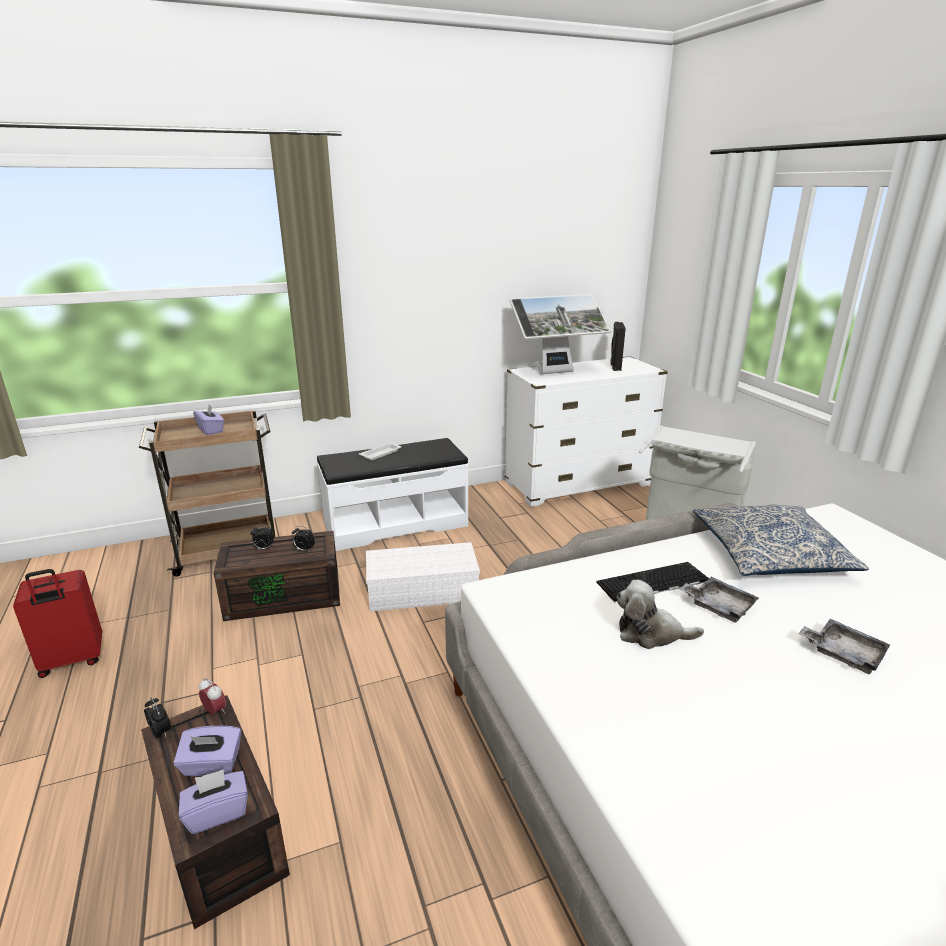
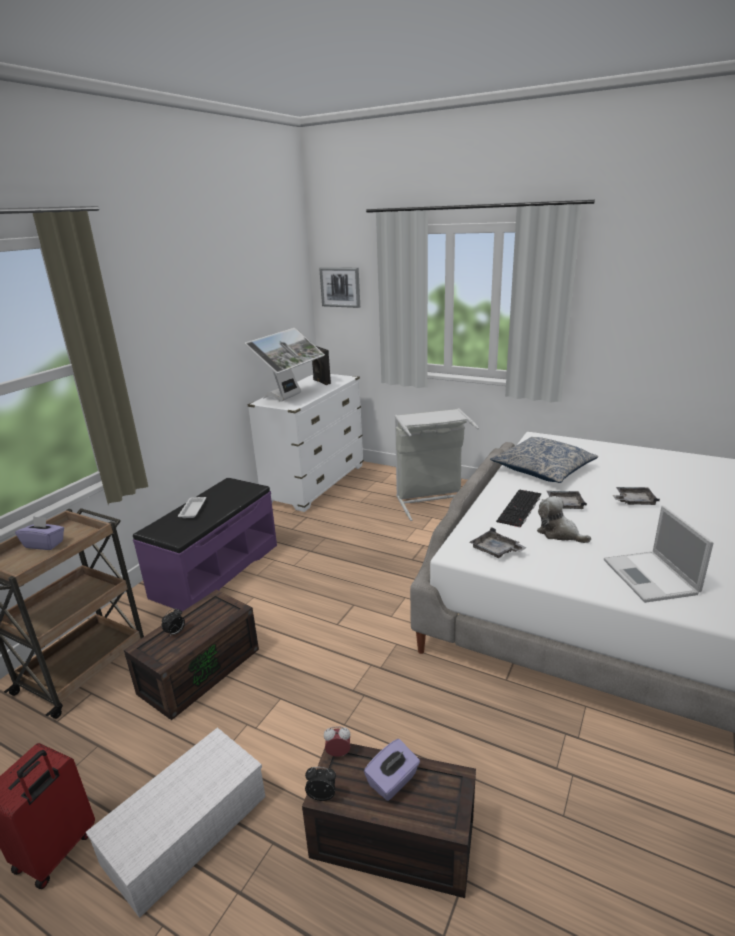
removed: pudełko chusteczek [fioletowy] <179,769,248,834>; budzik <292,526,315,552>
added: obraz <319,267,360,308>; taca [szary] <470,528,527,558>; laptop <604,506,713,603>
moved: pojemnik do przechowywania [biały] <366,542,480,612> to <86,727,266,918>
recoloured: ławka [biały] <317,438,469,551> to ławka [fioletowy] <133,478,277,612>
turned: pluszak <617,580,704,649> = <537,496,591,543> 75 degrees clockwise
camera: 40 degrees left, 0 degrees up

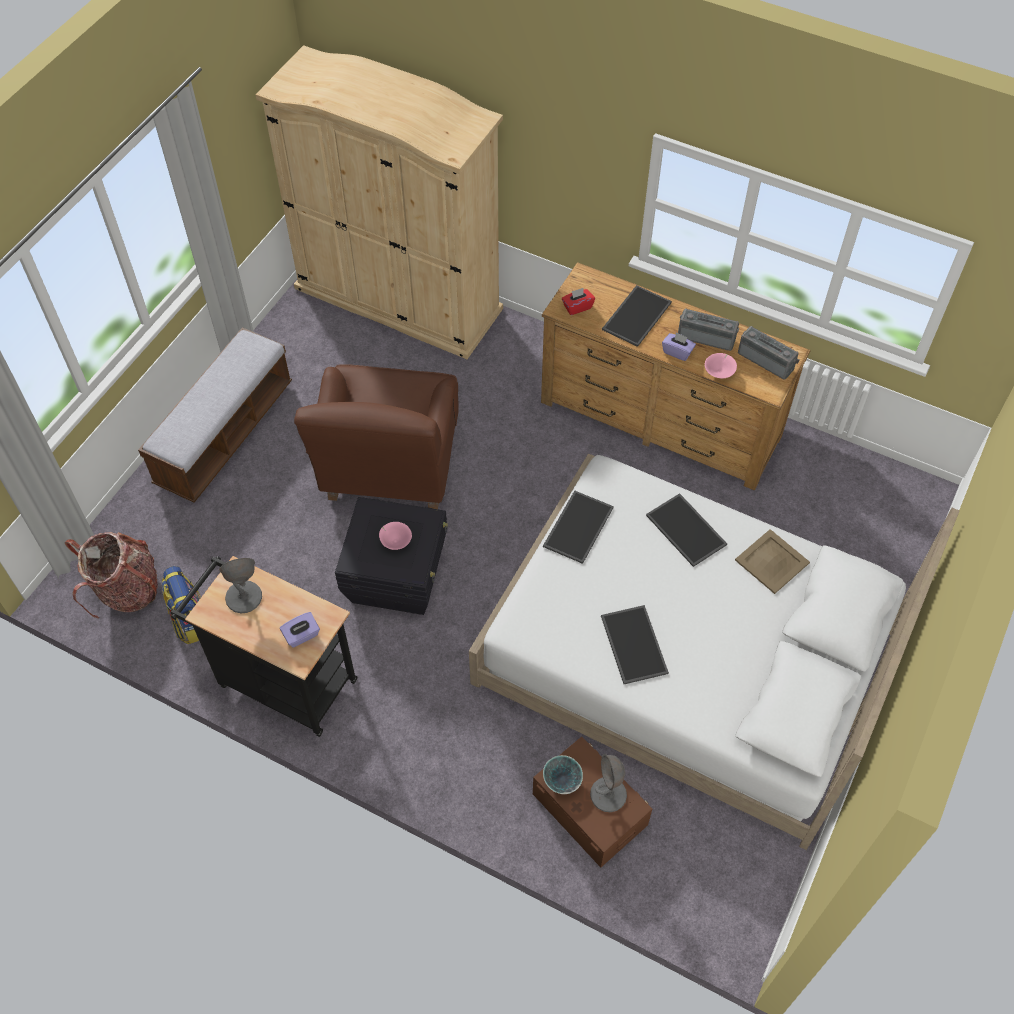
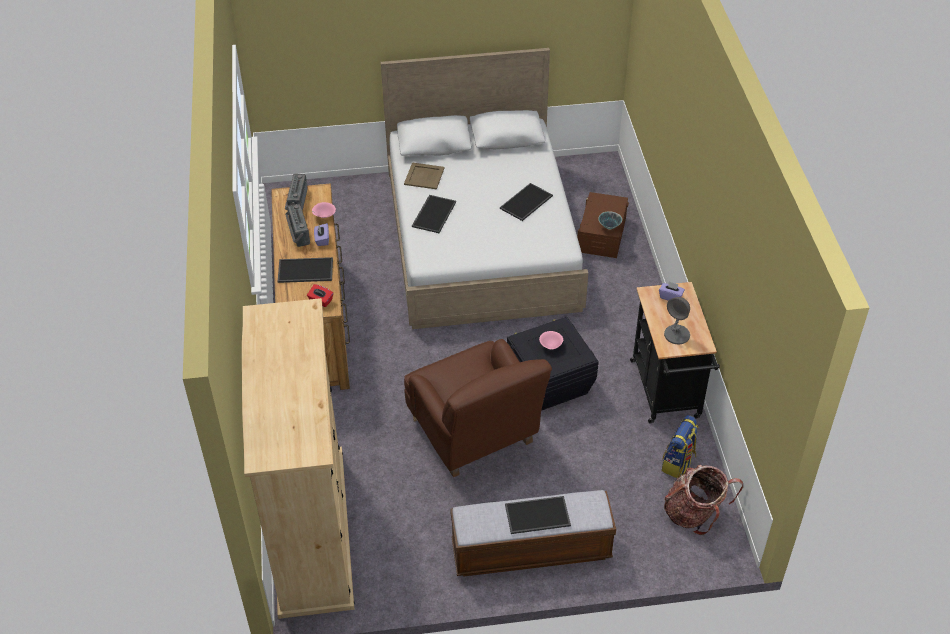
removed: lampa stołowa [szary] <590,754,627,812>
moved: taca <543,491,614,564> to <505,496,571,534>
turned: fotel [brązowy] <294,365,459,509> = <404,339,552,478> 90 degrees clockwise
camera: 125 degrees left, 10 degrees down

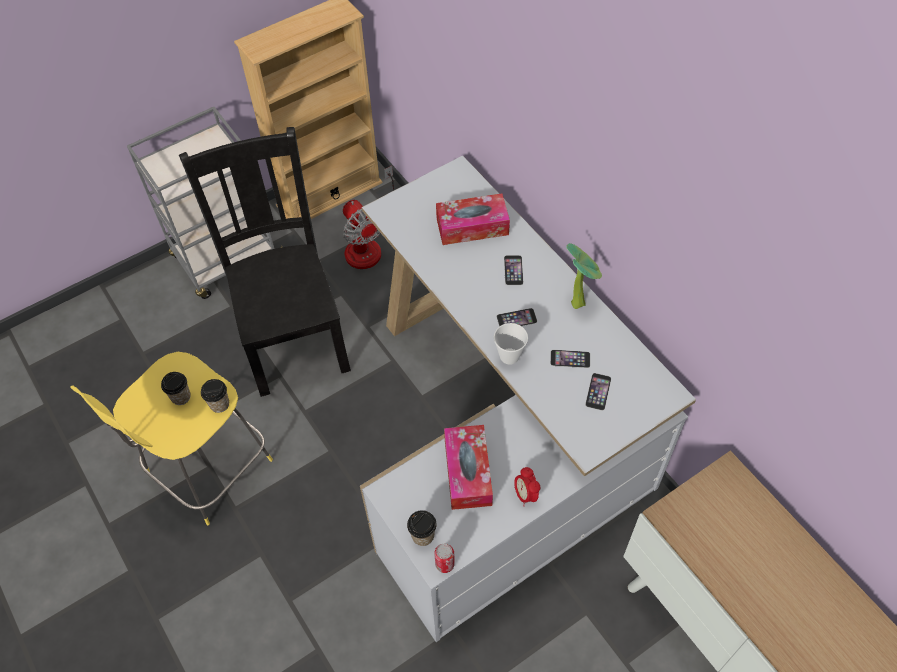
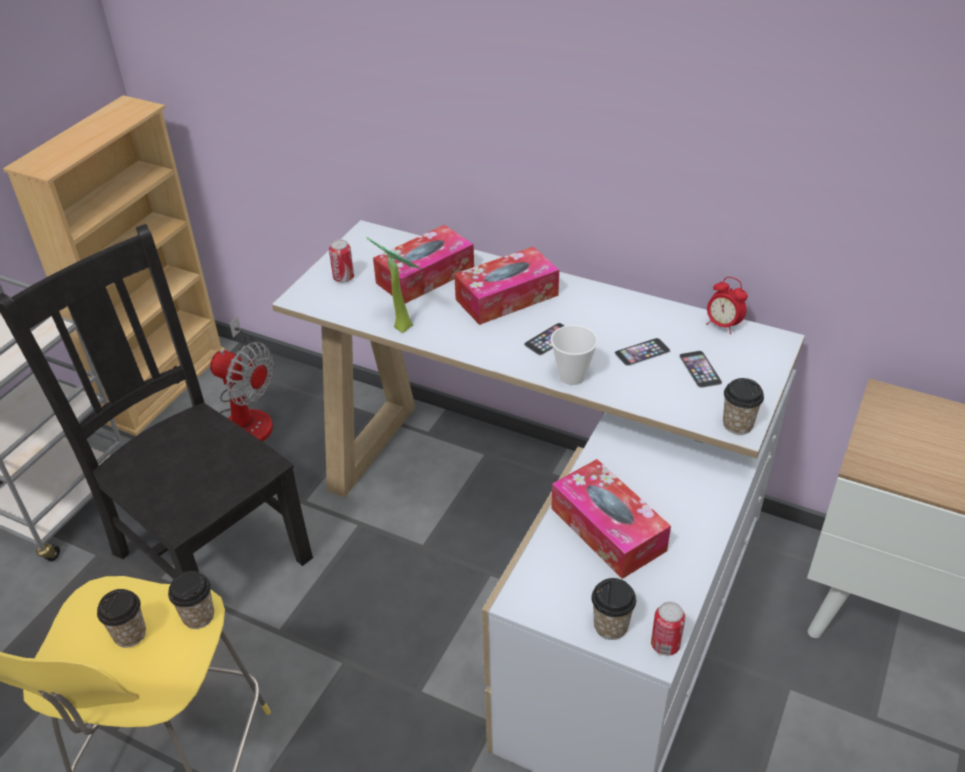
added: puszka <329,239,354,283>; filiżanka <723,378,764,435>
moved: budzik <514,467,540,506> to <707,277,748,334>; roślina doniczkowa <566,243,602,309> to <366,237,422,333>
replaced: telefon <504,255,523,285> to pudełko chusteczek <454,246,559,325>
camera: 30 degrees left, 15 degrees down

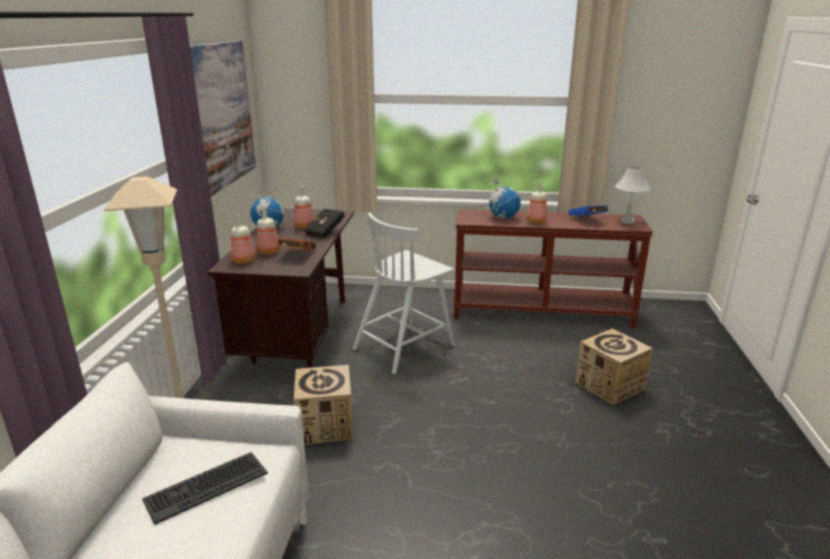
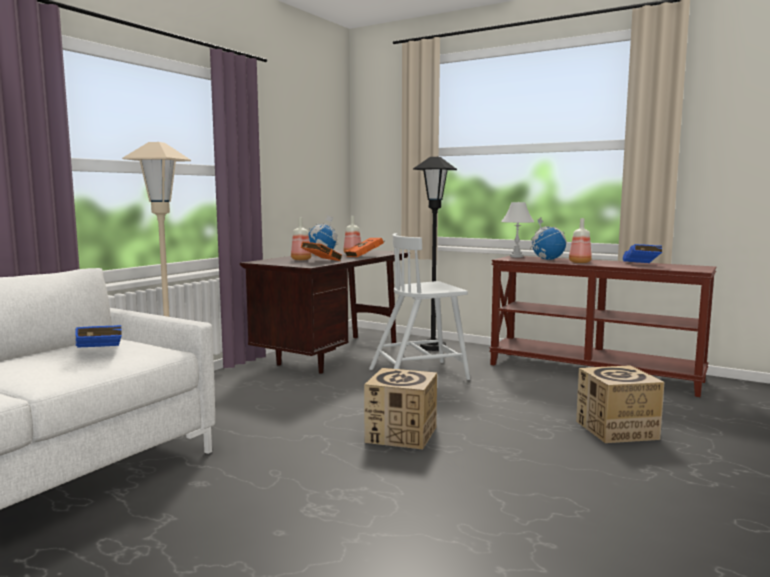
removed: obraz <190,41,256,196>; butelka <231,214,256,264>
added: lampa stojąca [czarny] <413,157,457,351>
moved: karton <294,365,353,445> to <364,368,437,449>; lampa stołowa [biały] <615,166,651,224> to <501,202,534,257>
replaced: klawiatura <142,452,268,525> to książka [niebieski] <75,325,122,348>
recoloured: książka [czarny] <304,209,345,238> to książka [pomarańczowy] <345,238,384,257>
camera: 25 degrees right, 15 degrees down

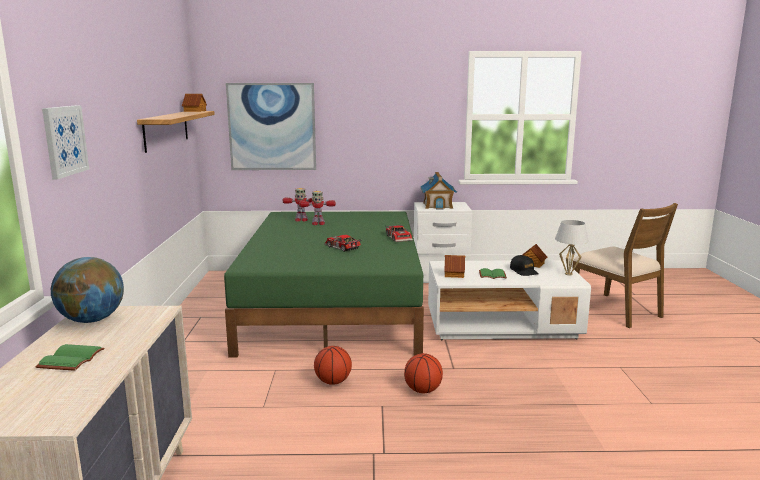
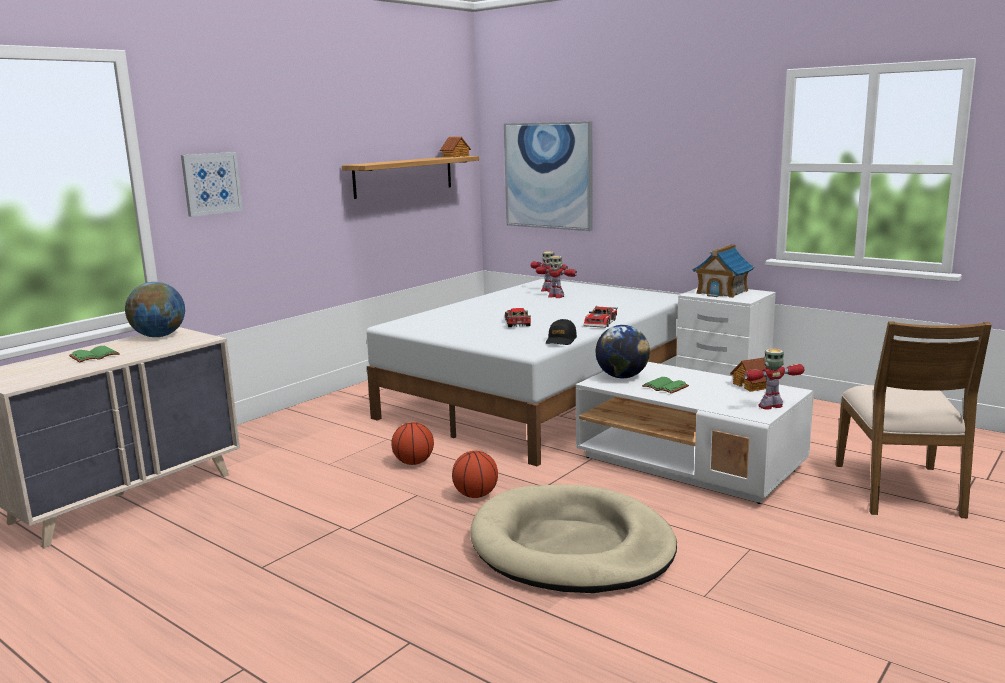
added: legowisko [beżowy] <470,484,677,593>
moved: czapka z daszkiem [czarny] <510,255,539,276> to <546,319,577,345>
replaced: domek <444,255,465,278> to globus <596,325,650,378>; lampa stołowa [biały] <555,220,589,276> to robot zabawkowy <744,349,804,409>
recoloured: łóżko [zielony] <224,211,424,358> to łóżko [biały] <366,279,679,466>
camera: 40 degrees right, 0 degrees up

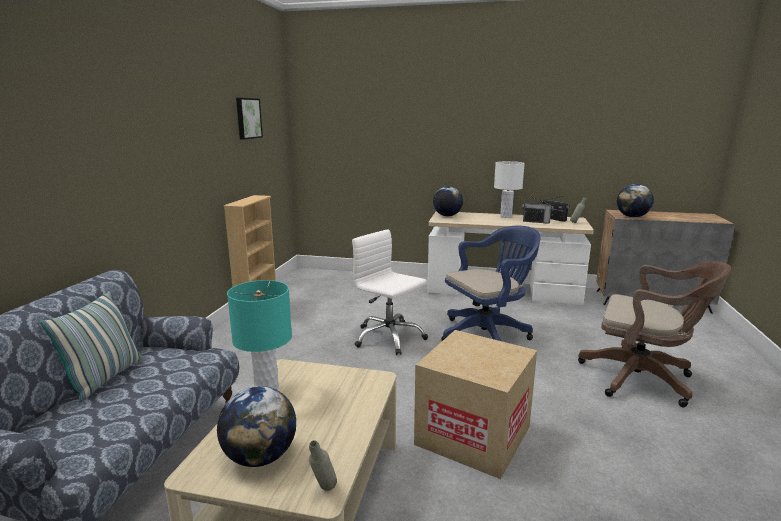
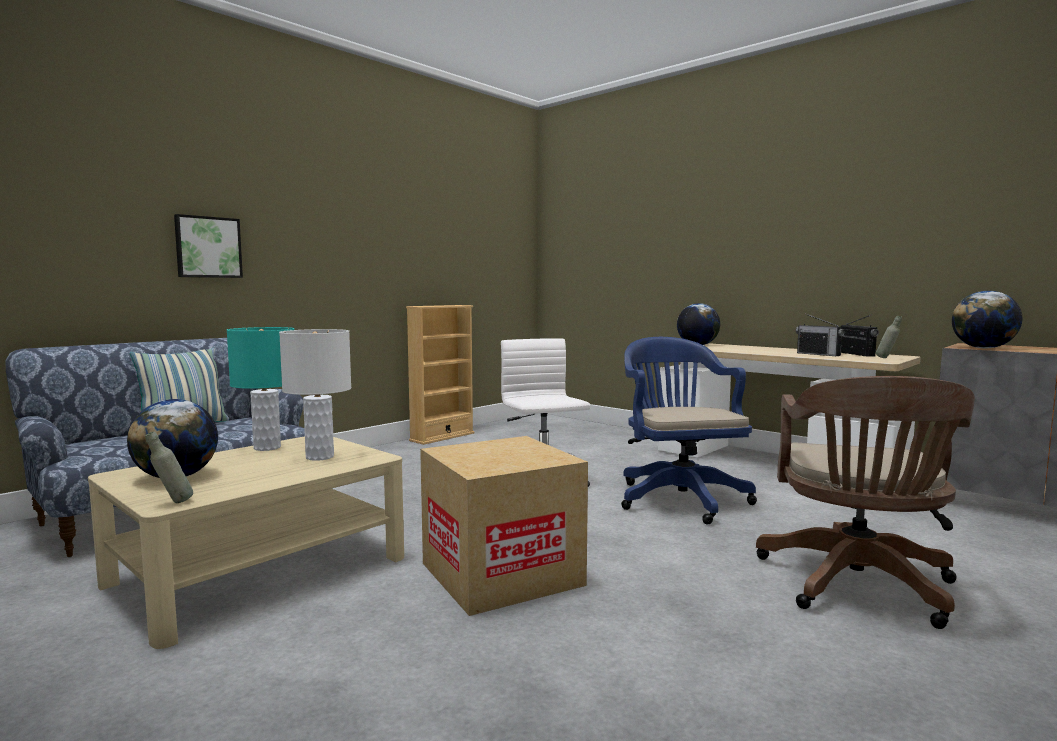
moved: obraz <236,98,263,140> to <174,214,243,278>; lampa stołowa [biały] <494,161,525,218> to <279,329,351,461>
turned: krzesło biurowe [niebieski] <441,226,541,341> = <621,337,757,524> 105 degrees counterclockwise; krzesło biurowe [brązowy] <578,261,731,407> = <756,376,975,629> 45 degrees clockwise
camera: 30 degrees right, 10 degrees down

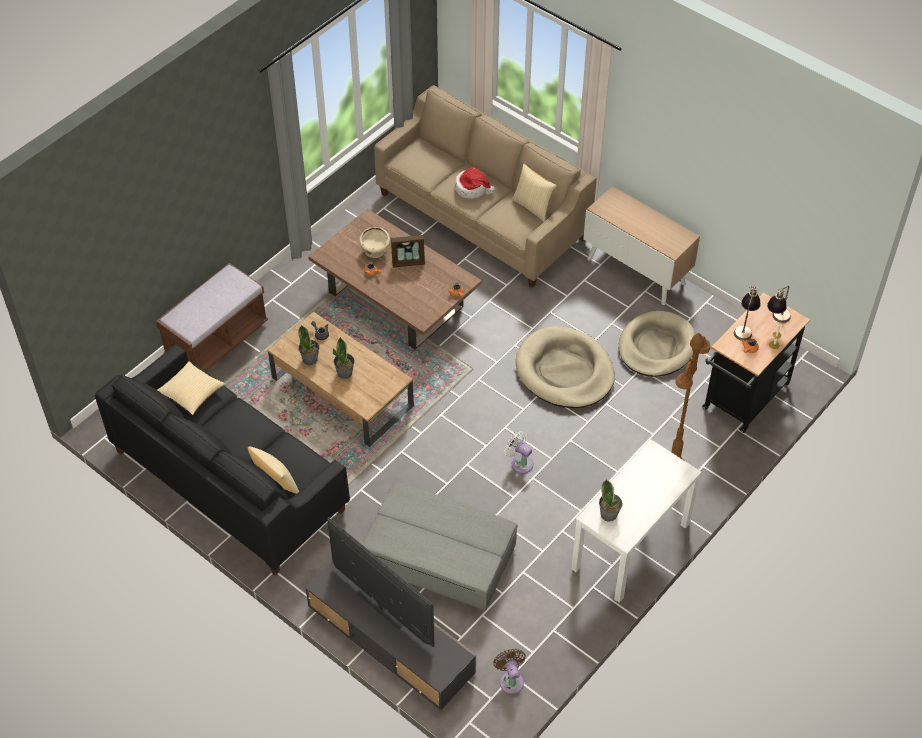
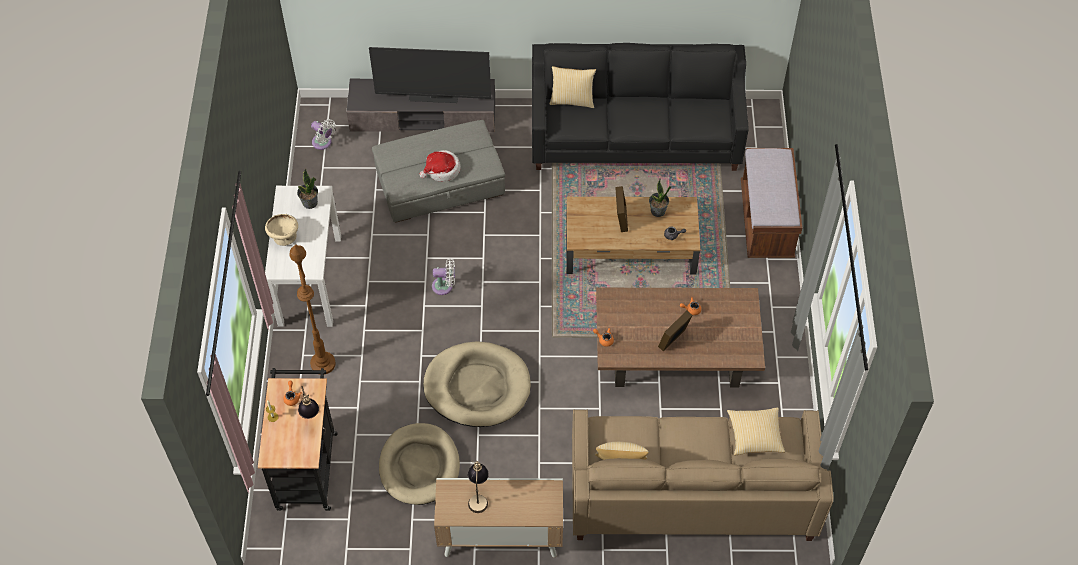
moved: poduszka <157,361,225,415> to <727,407,785,456>; miska [beżowy] <359,227,390,258> to <265,214,298,246>; kapelusz <454,168,495,199> to <420,150,460,182>; lampa stołowa <767,286,791,323> to <468,460,489,513>
replaced: roślina doniczkowa <333,337,355,379> to ramka na zdjęcie <615,186,628,232>
recoloured: wentylator [brązowy] <493,649,526,694> to wentylator [biały] <311,119,336,150>
camera: 140 degrees right, 5 degrees up

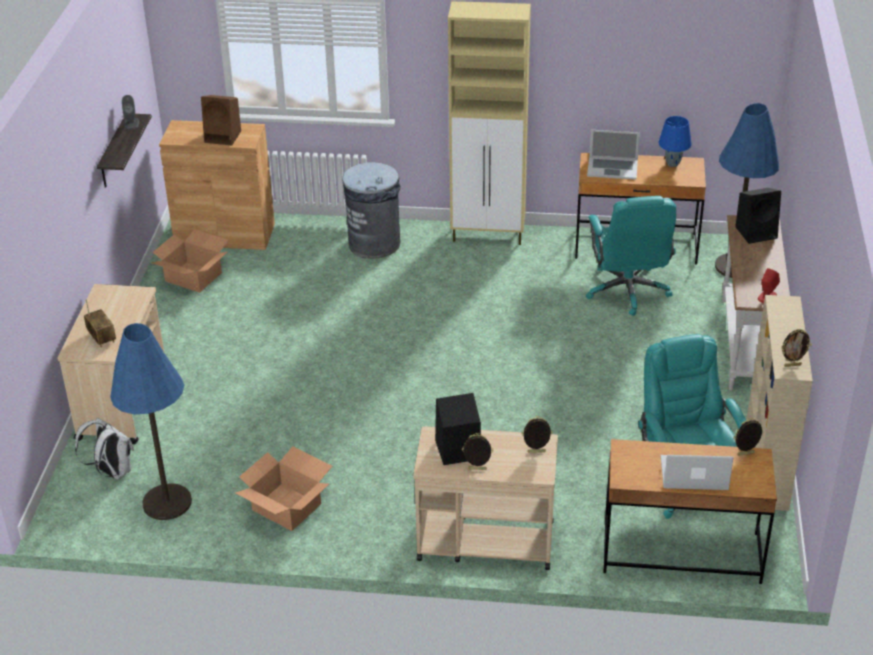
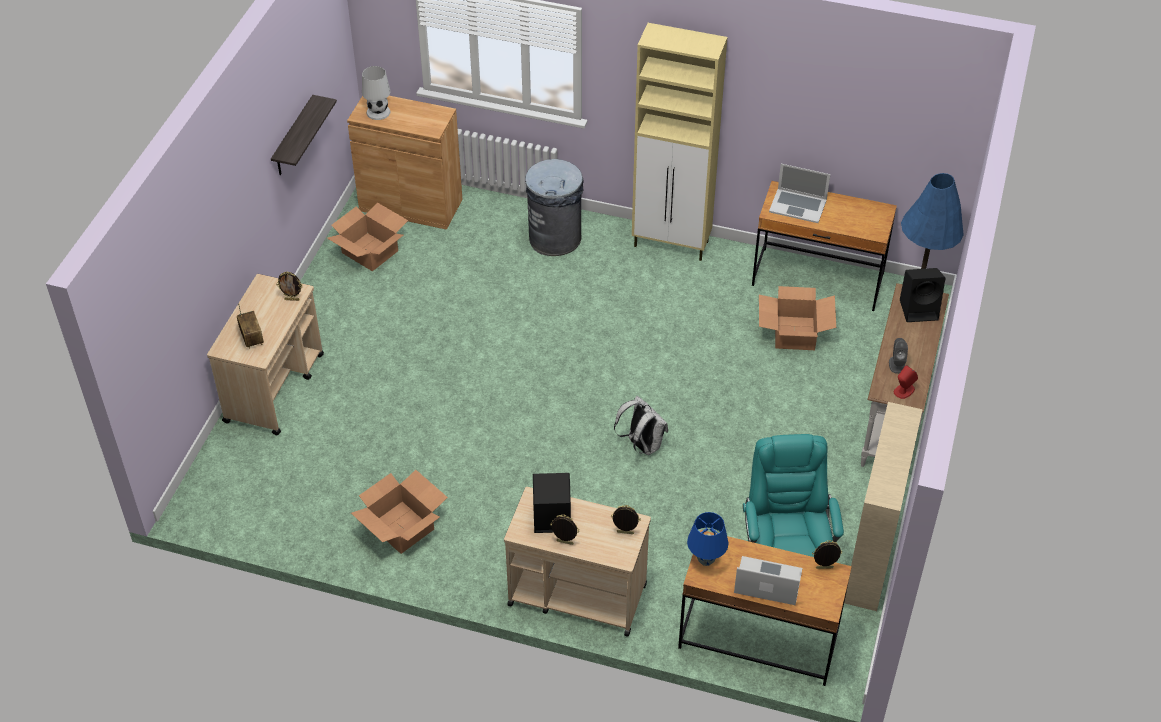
removed: lampa stojąca [niebieski] <110,323,192,520>; głośnik [brązowy] <201,95,241,145>
added: lampa stołowa [biały] <362,66,390,120>
moved: plecak [biały] <75,418,134,480> to <614,396,668,455>; głośnik [szary] <122,95,139,129> to <889,338,908,374>; lampa stołowa [niebieski] <658,116,692,167> to <687,512,729,566>; ramka na zdjęcie <781,329,812,367> to <276,272,303,301>
replaced: krzesło biurowe [turkusowy] <586,196,676,316> to karton <759,286,836,350>
camera: 10 degrees right, 10 degrees up

